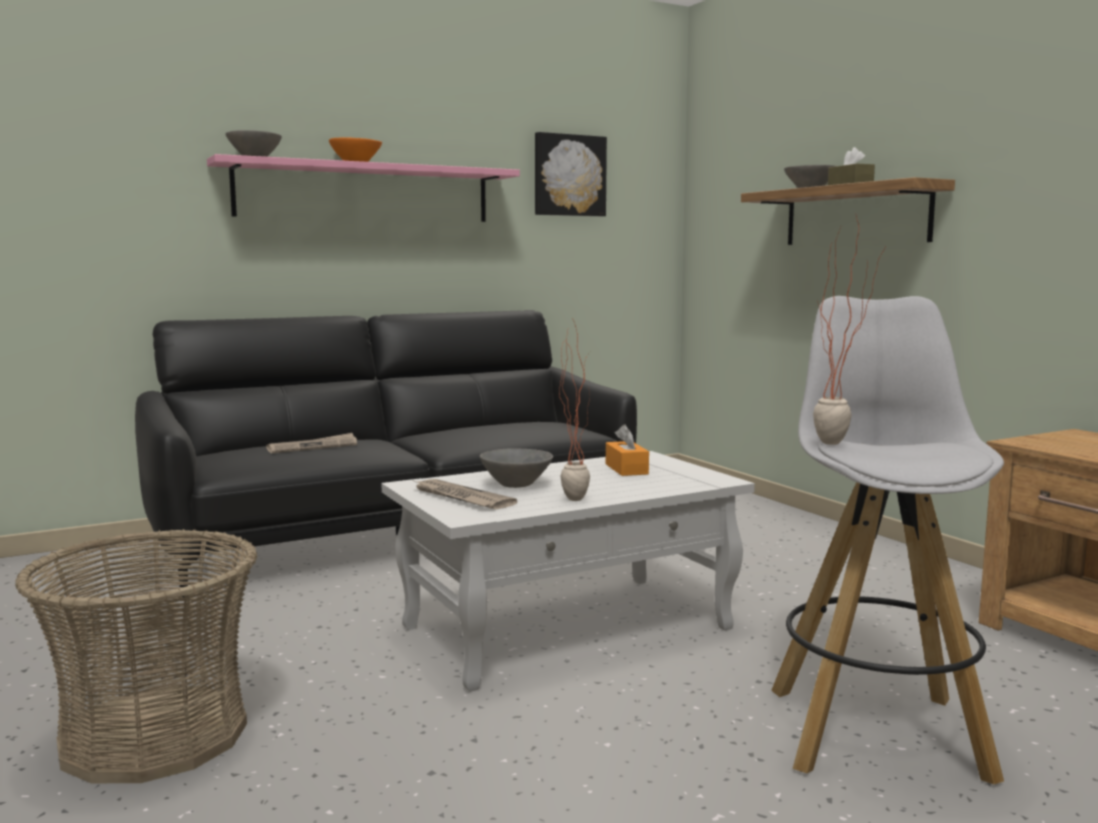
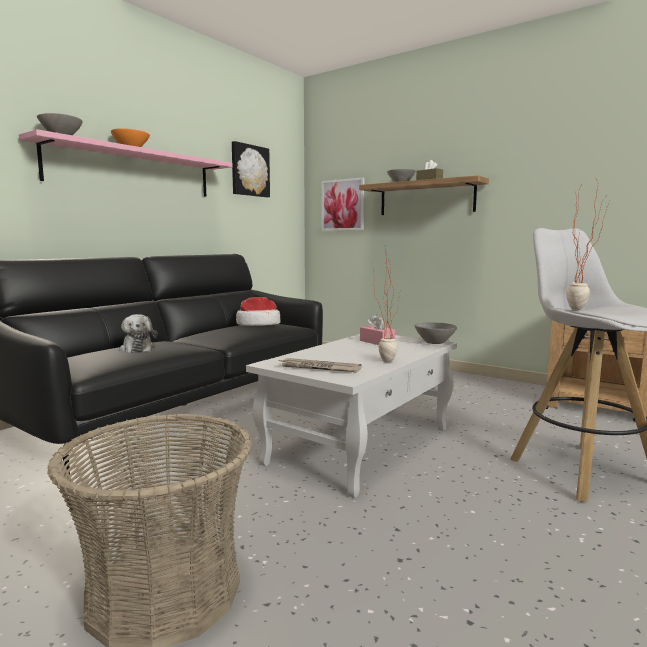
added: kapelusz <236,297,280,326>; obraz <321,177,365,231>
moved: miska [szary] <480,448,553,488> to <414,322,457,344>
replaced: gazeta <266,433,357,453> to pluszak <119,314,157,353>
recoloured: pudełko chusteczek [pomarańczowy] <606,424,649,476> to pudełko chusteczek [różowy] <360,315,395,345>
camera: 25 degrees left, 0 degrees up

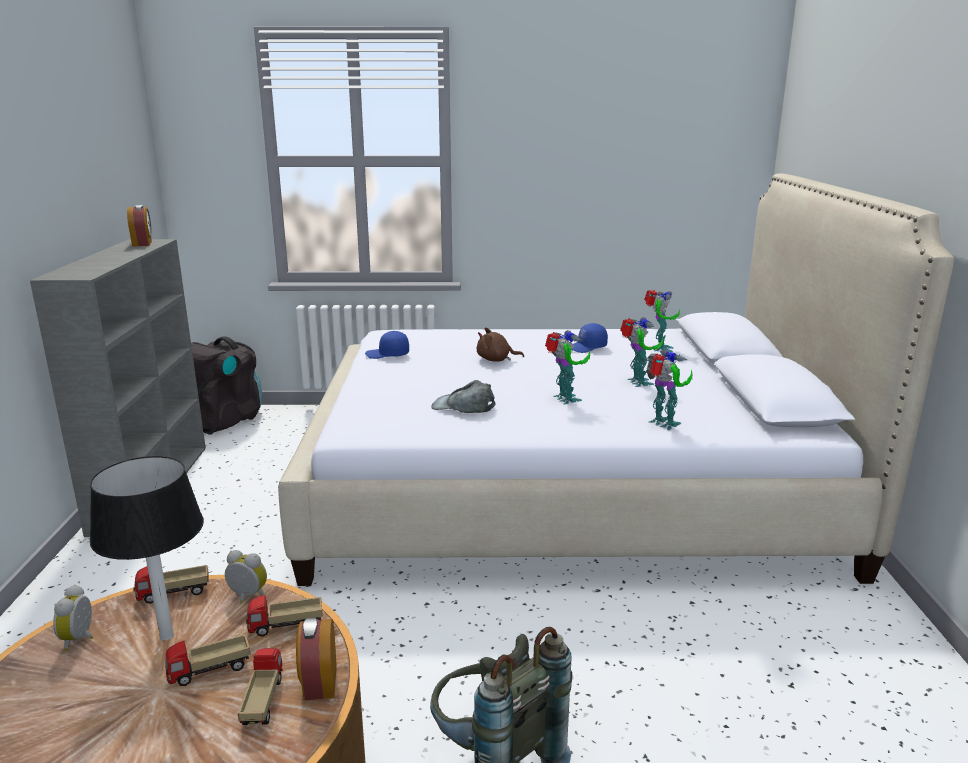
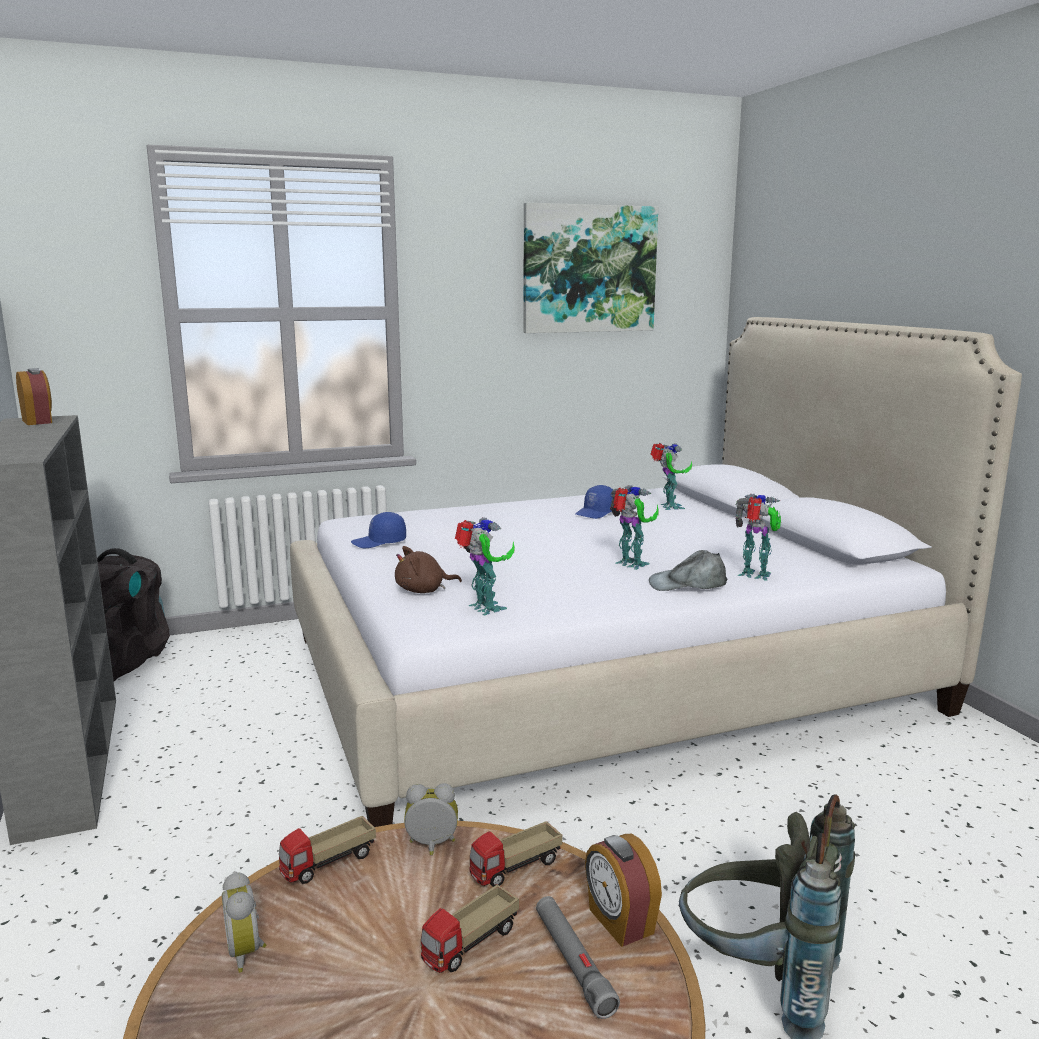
removed: lampa stołowa [czarny] <90,456,204,641>
added: obraz <524,203,658,333>
moved: czapka z daszkiem [szary] <431,380,496,413> to <649,550,727,591>; pluszak [brązowy] <477,327,524,361> to <395,546,462,593>; robot zabawkowy <620,317,663,387> to <455,517,515,615>
replaced: ciężarówka zabawkowa <238,648,282,725> to latarka [szary] <536,896,620,1019>
camera: 20 degrees left, 5 degrees down

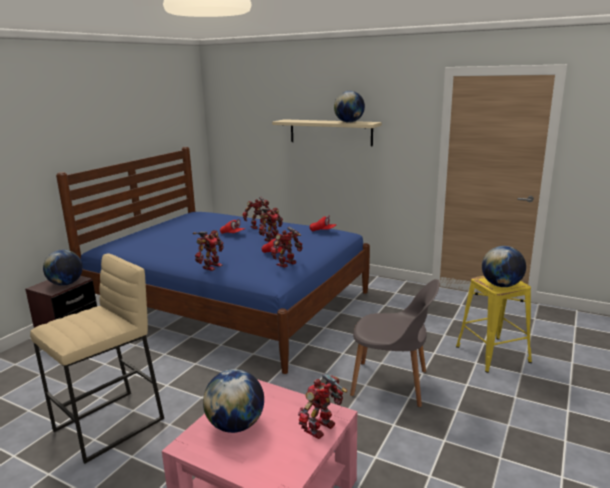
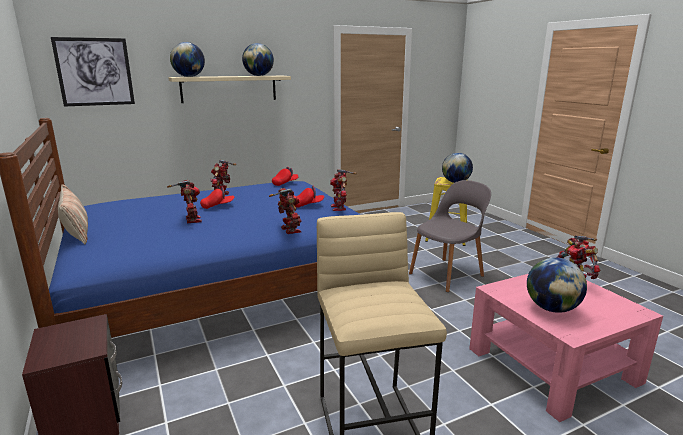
added: obraz <51,37,135,107>; poduszka <58,184,88,244>
moved: globus <43,250,83,286> to <170,42,205,77>; robot zabawkowy <257,208,283,242> to <167,180,202,223>
camera: 55 degrees left, 0 degrees up

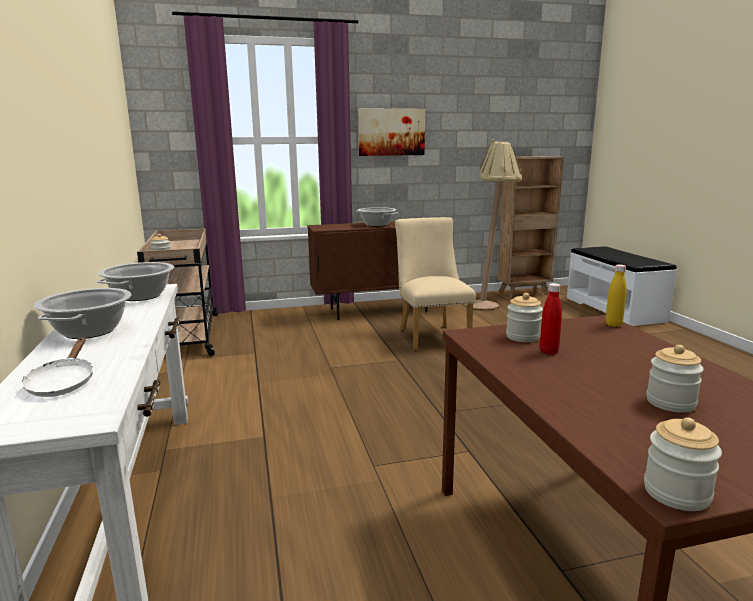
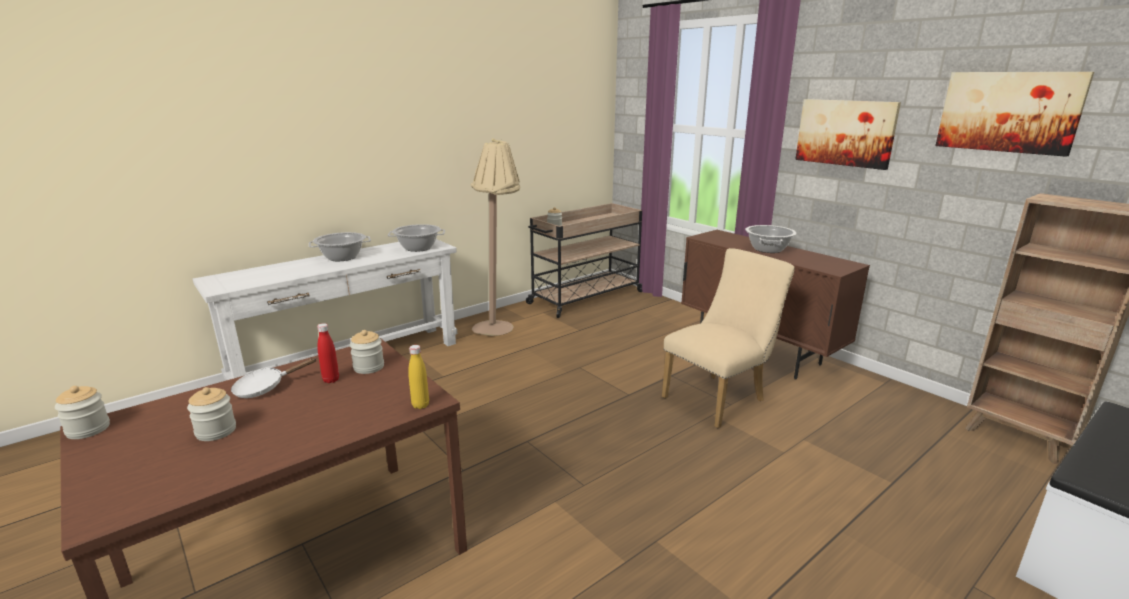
added: obraz <935,72,1094,157>
moved: patelnia [biały] <22,337,93,397> to <231,358,316,398>; lampa stojąca [beżowy] <465,139,522,309> to <471,138,520,336>
camera: 65 degrees right, 5 degrees up

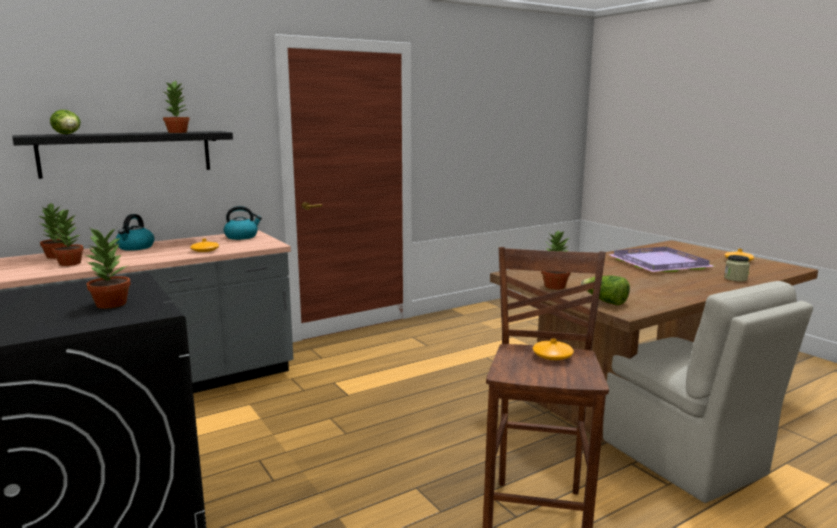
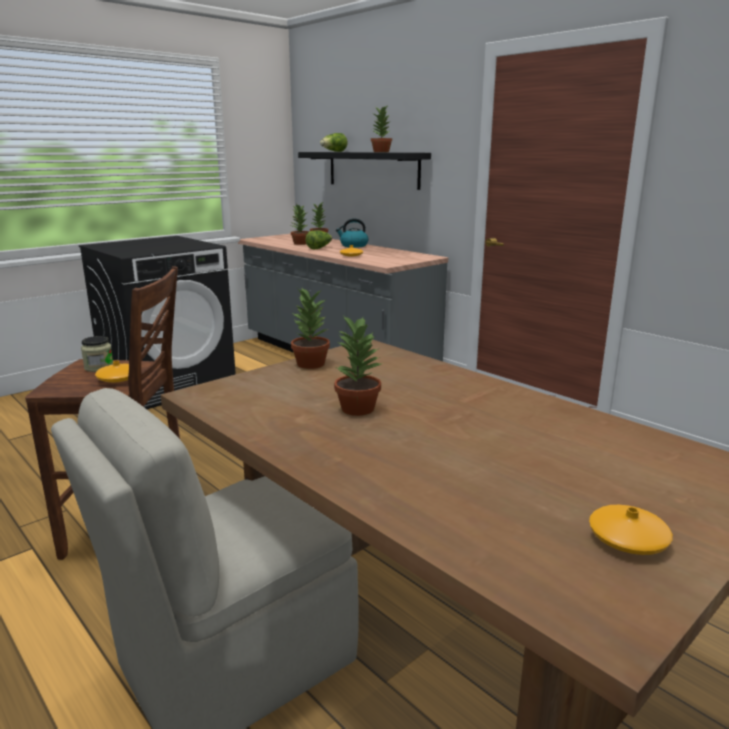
removed: czajnik <224,206,262,240>; taca [fioletowy] <608,247,714,272>
moved: roślina doniczkowa <85,228,131,309> to <334,315,383,416>; sałata <581,276,630,305> to <305,230,332,249>; słoik <724,255,750,282> to <81,336,113,372>
camera: 80 degrees right, 5 degrees up

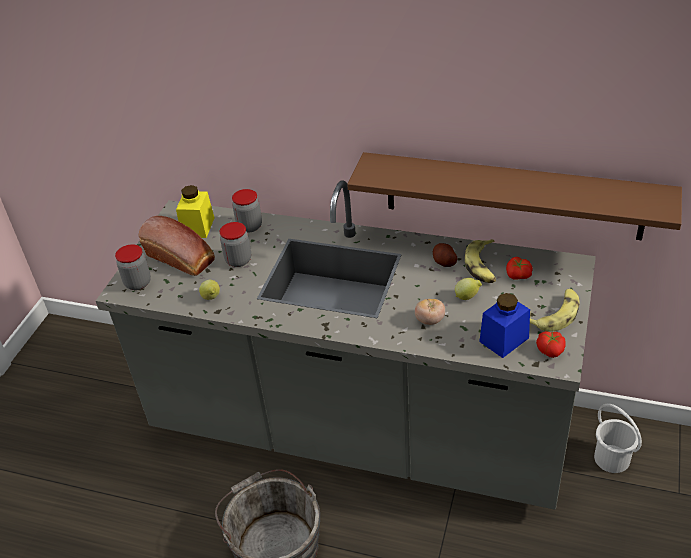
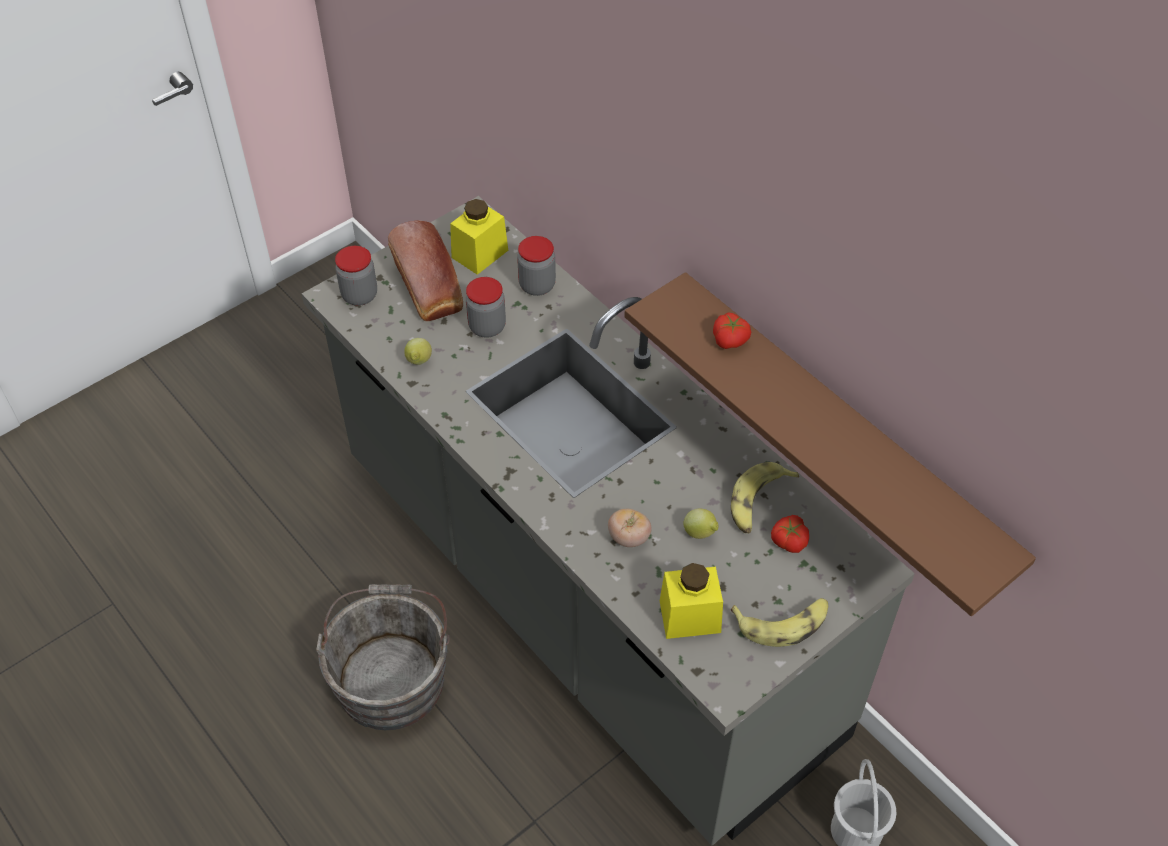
removed: ziemniak <433,243,458,267>
moved: pomidor <536,331,566,358> to <713,312,751,349>
recoloured: słoik [niebieski] <479,293,530,358> to słoik [żółty] <660,563,723,639>
camera: 30 degrees right, 10 degrees up

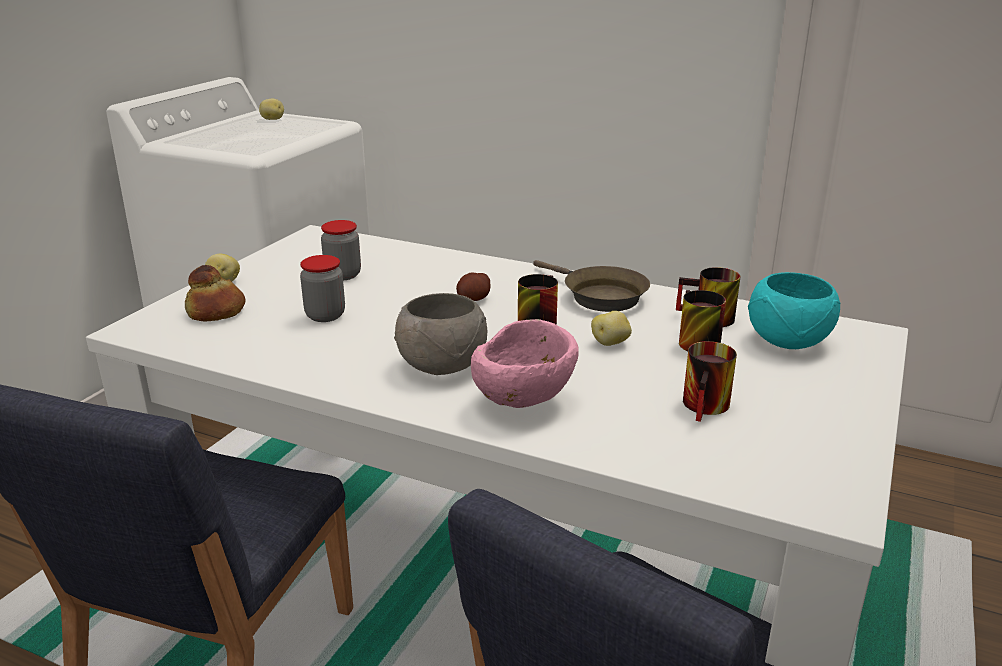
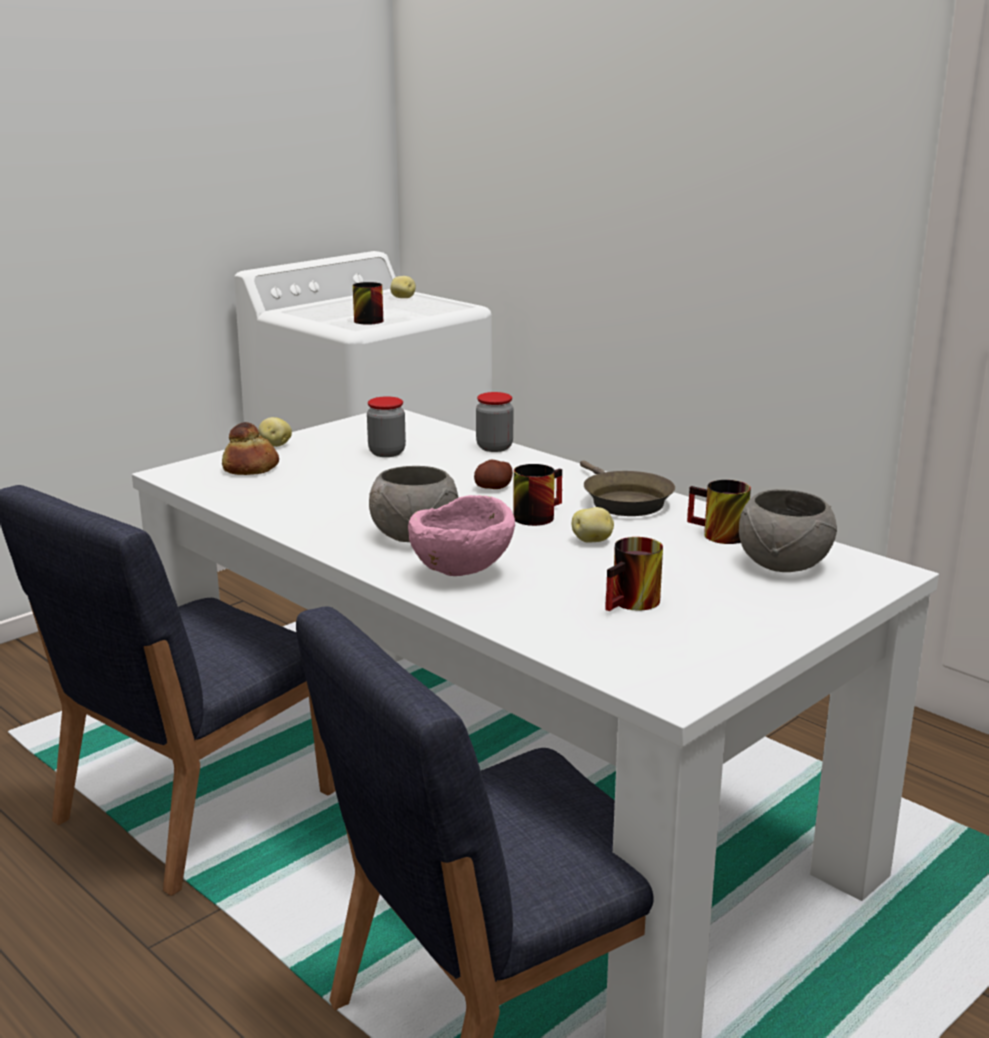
moved: słoik <300,255,345,322> to <476,392,513,452>; kubek <679,290,726,351> to <353,282,383,325>
recoloured: miska [turkusowy] <748,272,840,349> to miska [szary] <739,489,837,572>
camera: 20 degrees right, 5 degrees down

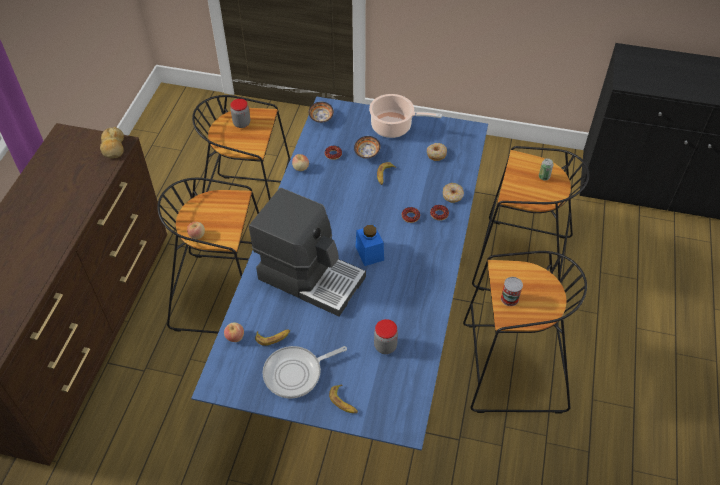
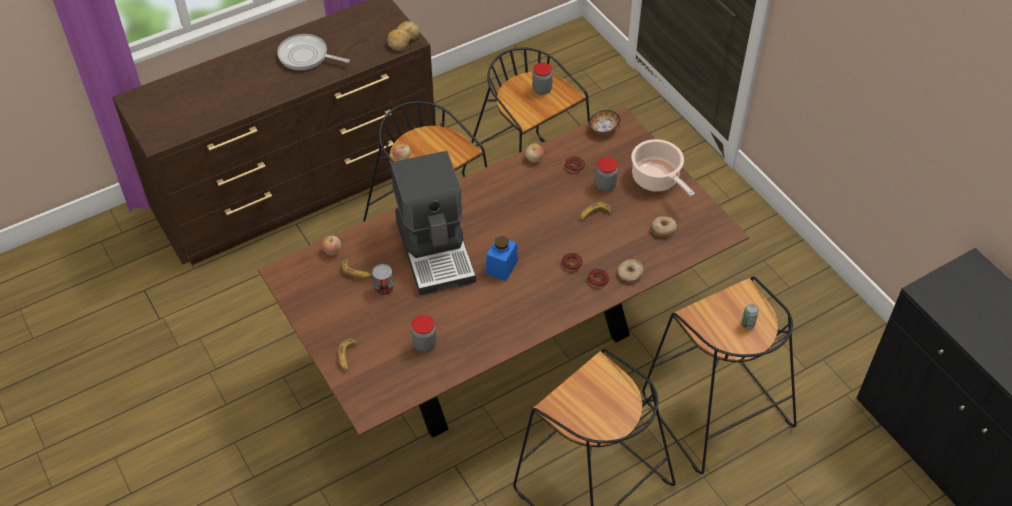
moved: patelnia <262,346,347,399> to <277,34,350,70>; puszka <501,277,523,306> to <372,264,394,296>
replaced: miska <354,136,380,159> to słoik <595,157,618,192>
recoloured: stół jadalny [niebieski] <191,97,488,451> to stół jadalny [brązowy] <258,106,749,438>
camera: 45 degrees right, 0 degrees up

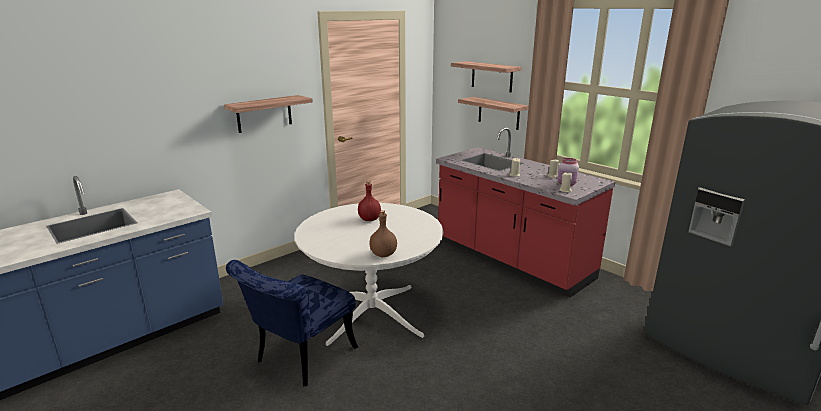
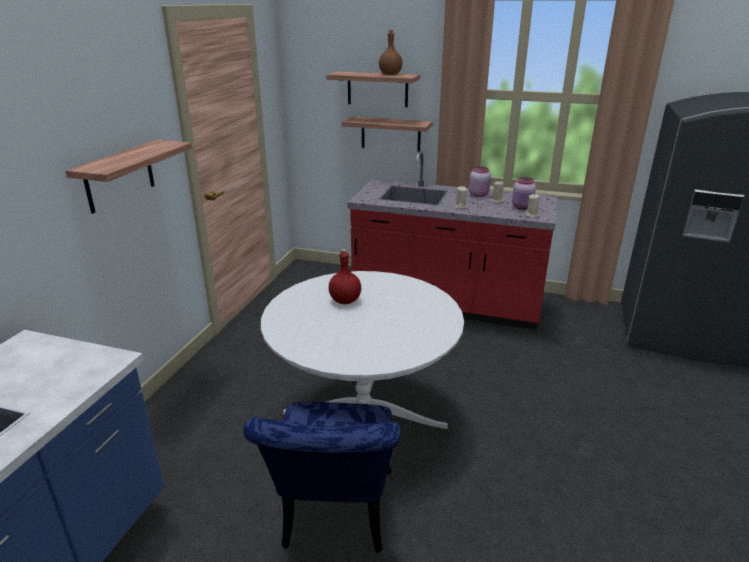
added: słoik [różowy] <469,166,491,197>
moved: butelka [brązowy] <369,210,397,257> to <379,30,402,75>
camera: 30 degrees left, 5 degrees up

